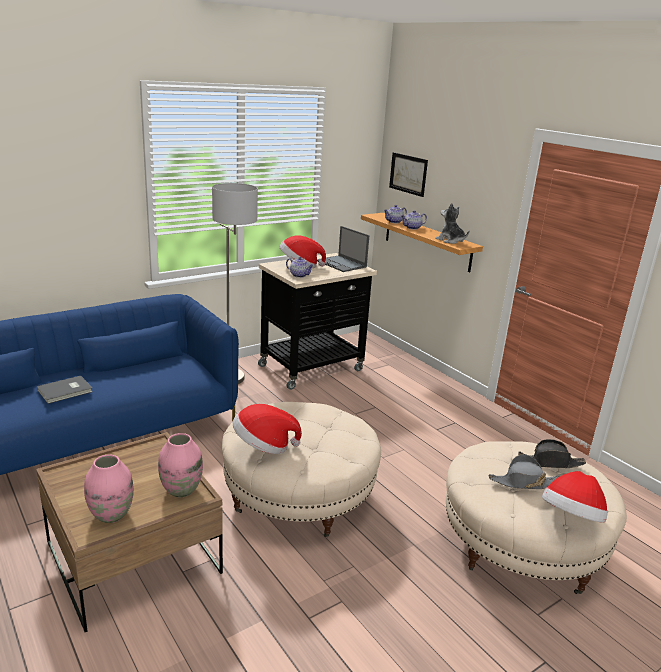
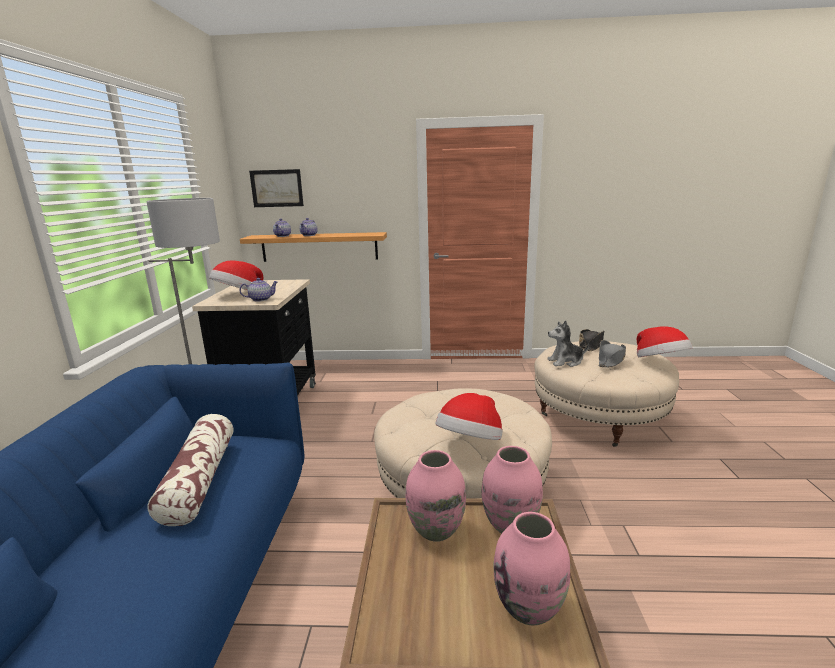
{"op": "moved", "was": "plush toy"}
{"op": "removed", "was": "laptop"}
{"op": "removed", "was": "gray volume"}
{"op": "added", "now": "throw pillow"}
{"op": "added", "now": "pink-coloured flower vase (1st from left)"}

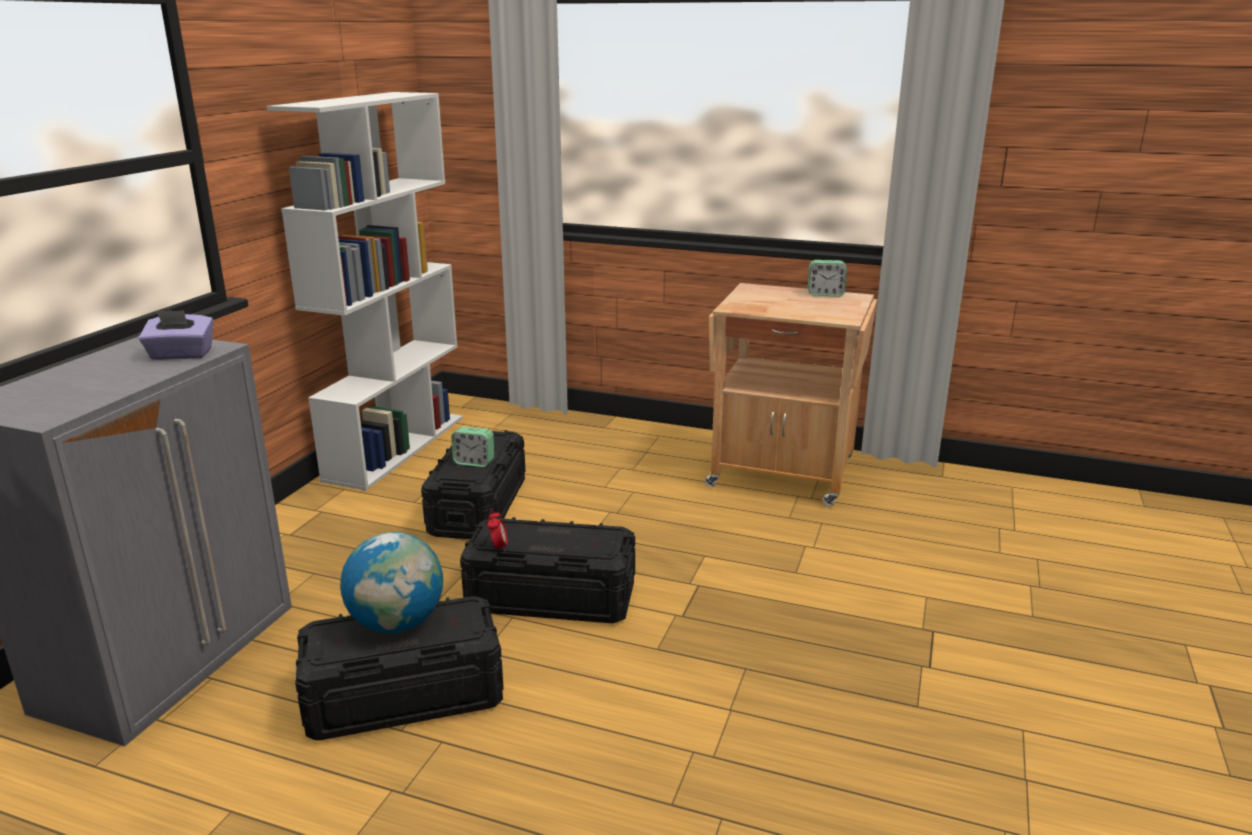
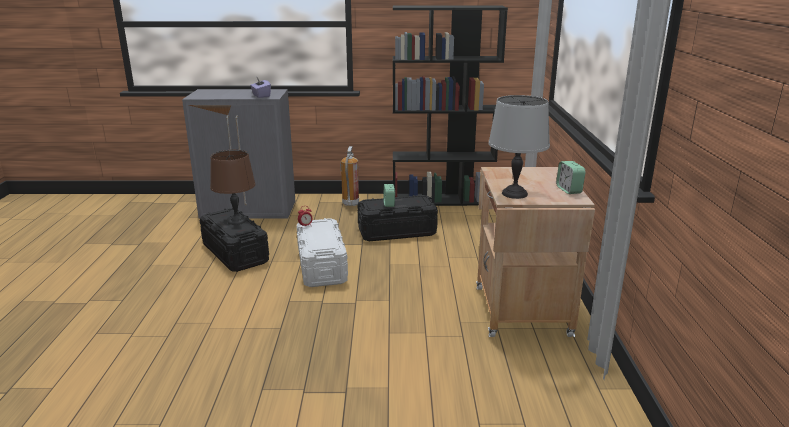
{"op": "recoloured", "was": "white bookcase", "now": "black bookcase"}
{"op": "recoloured", "was": "black storage bin (3rd from left)", "now": "white storage bin"}
{"op": "replaced", "was": "desk globe", "now": "brown-coloured table lamp"}
{"op": "added", "now": "gray table lamp"}
{"op": "added", "now": "fire extinguisher"}

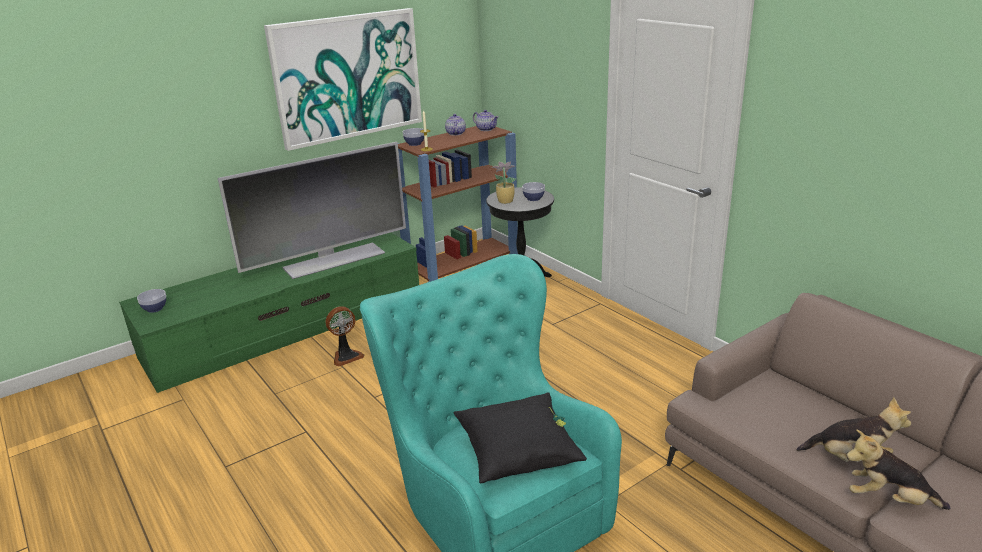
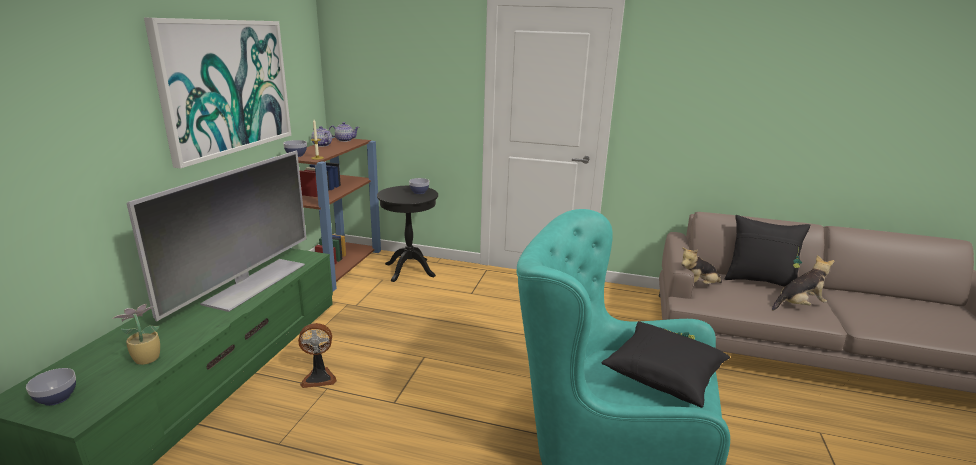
{"op": "moved", "was": "houseplant"}
{"op": "turned", "was": "electric fan", "clockwise": 60}
{"op": "moved", "was": "plush toy (2nd from left in the first image)", "now": "plush toy (1st from left)"}
{"op": "added", "now": "black throw pillow (2nd from left)"}

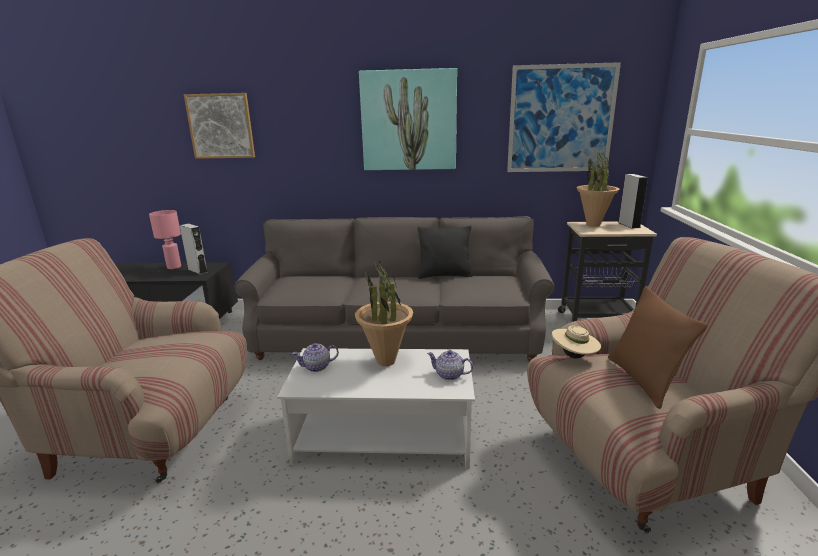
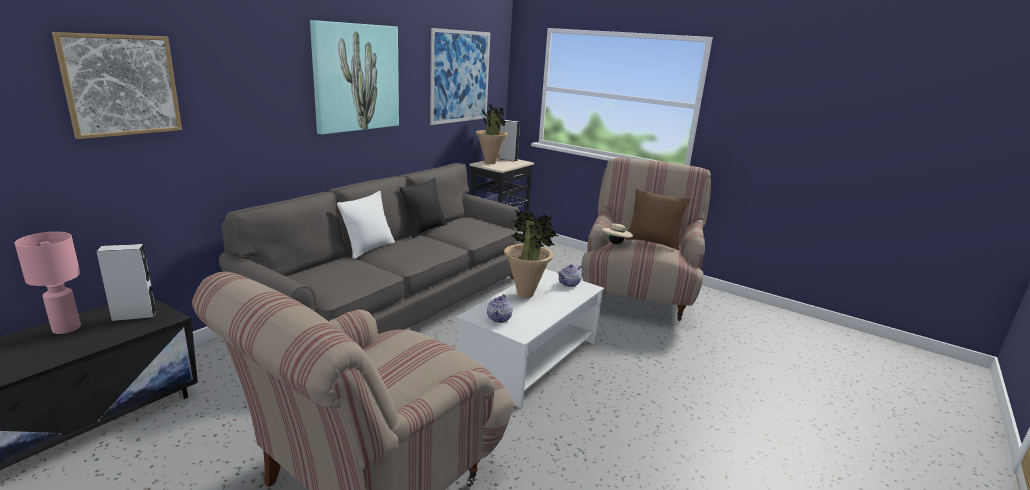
{"op": "added", "now": "white throw pillow"}

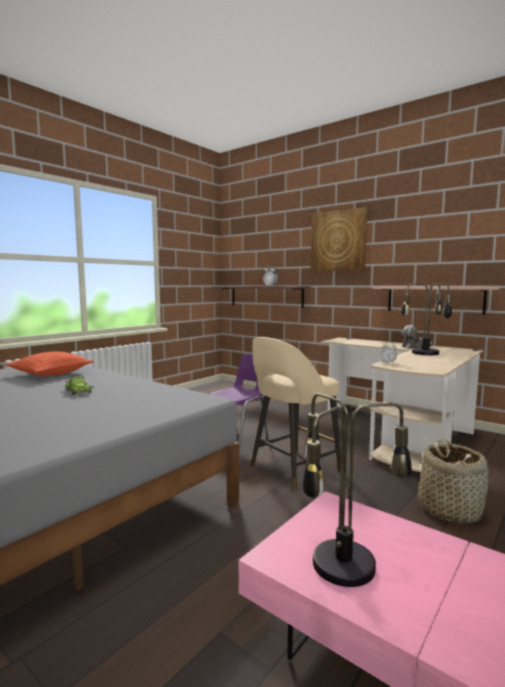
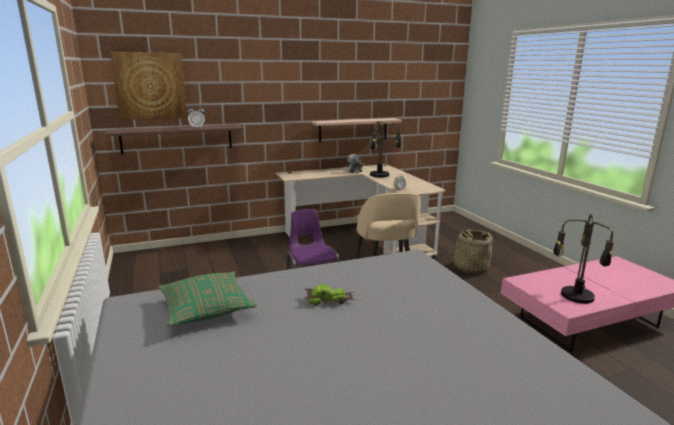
{"op": "moved", "was": "picture"}
{"op": "recoloured", "was": "orange throw pillow", "now": "green throw pillow"}

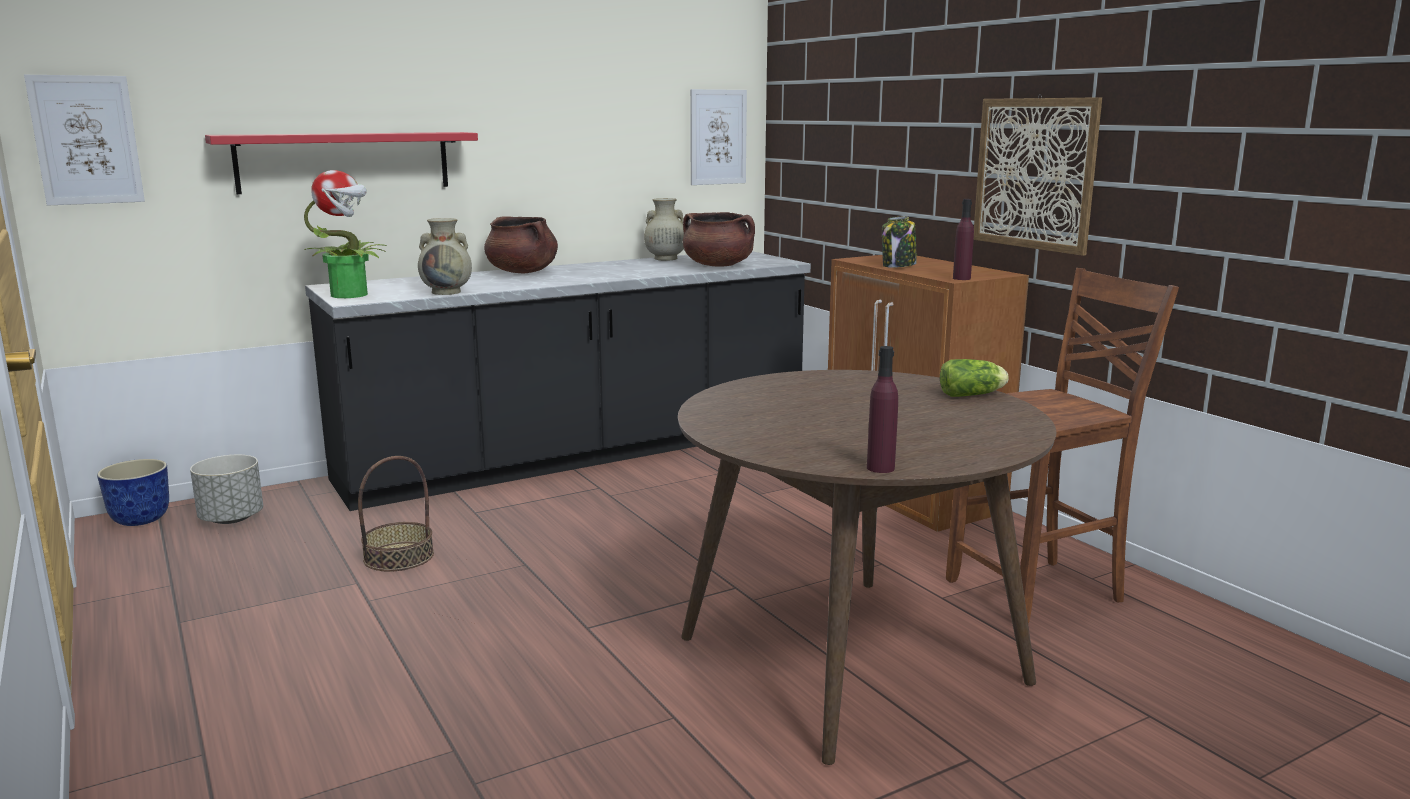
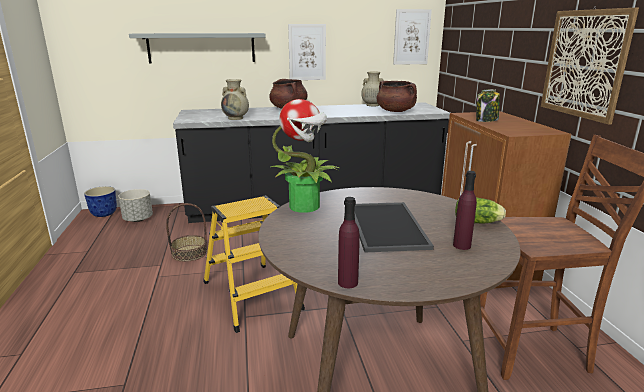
{"op": "moved", "was": "picture (1st from left)"}
{"op": "recoloured", "was": "red wall shelf", "now": "gray wall shelf"}
{"op": "moved", "was": "houseplant"}
{"op": "moved", "was": "purple-coloured beverage bottle (2nd from left)"}
{"op": "added", "now": "yellow-coloured stepladder"}
{"op": "added", "now": "tray"}

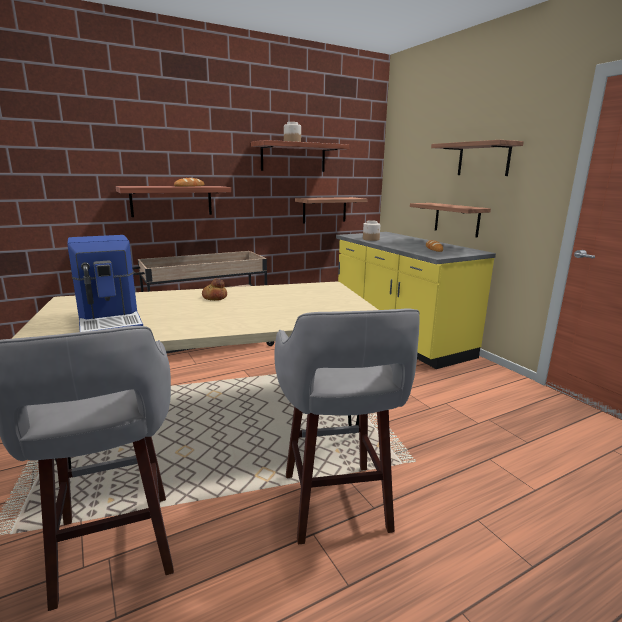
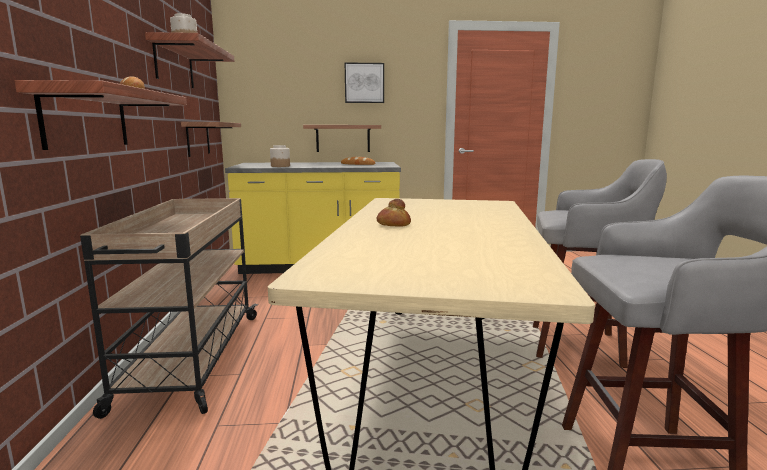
{"op": "replaced", "was": "wall shelf (5th from left)", "now": "picture"}
{"op": "removed", "was": "coffee maker"}

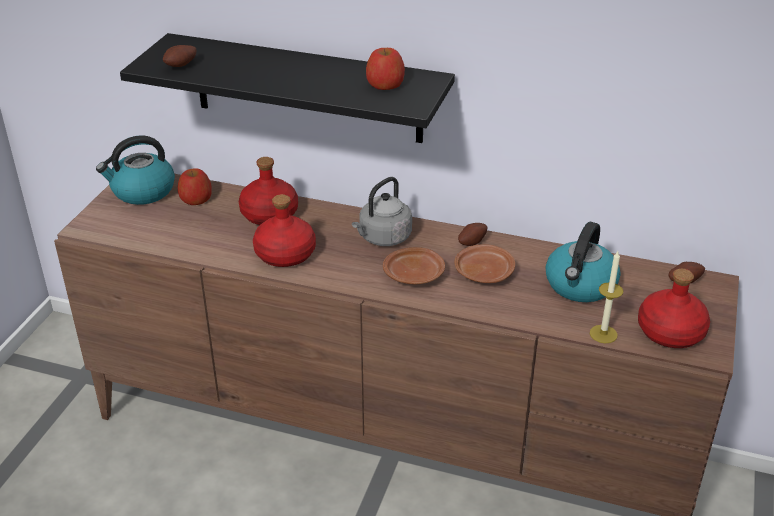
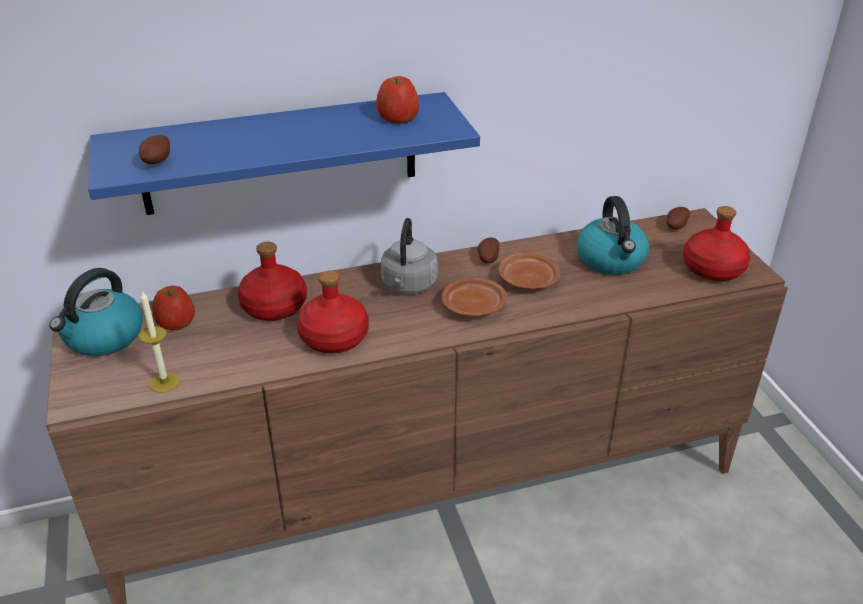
{"op": "recoloured", "was": "black wall shelf", "now": "bluish wall shelf"}
{"op": "moved", "was": "wax candle"}

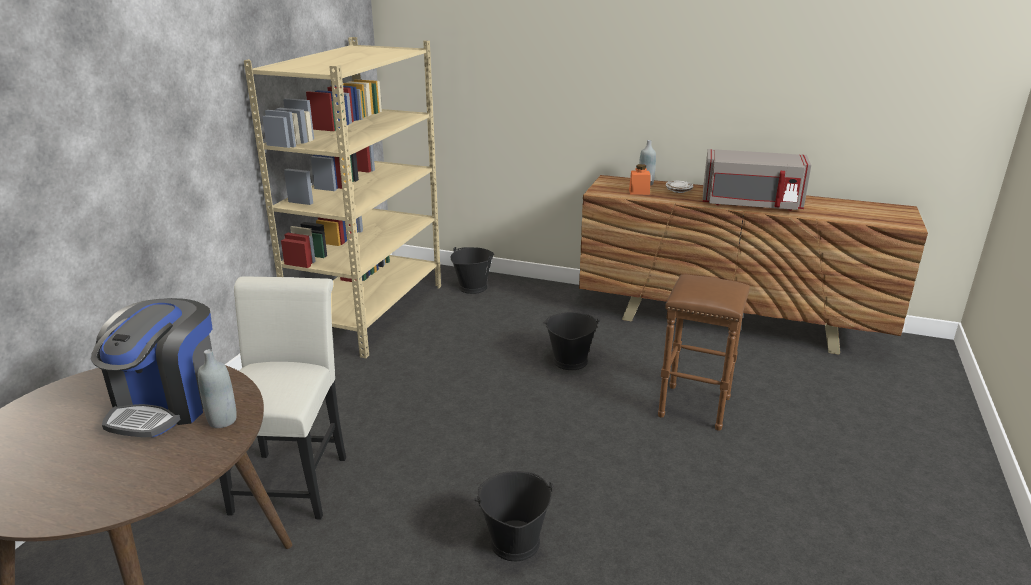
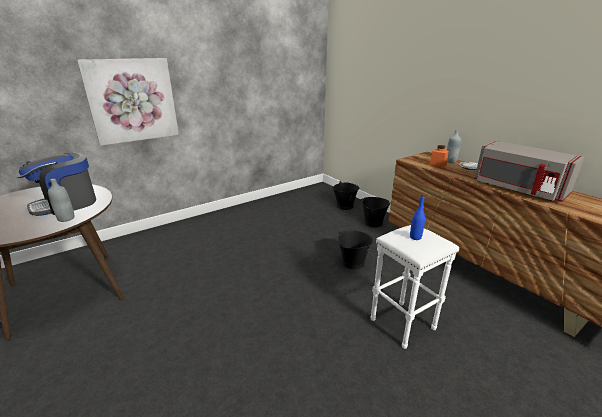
{"op": "removed", "was": "beige-coloured bookcase"}
{"op": "recoloured", "was": "brown-coloured sitting stool", "now": "white sitting stool"}
{"op": "removed", "was": "white chair"}
{"op": "moved", "was": "black pail (2nd from left in the first image)", "now": "black pail (3rd from left)"}
{"op": "added", "now": "picture"}
{"op": "added", "now": "bluish beverage bottle"}

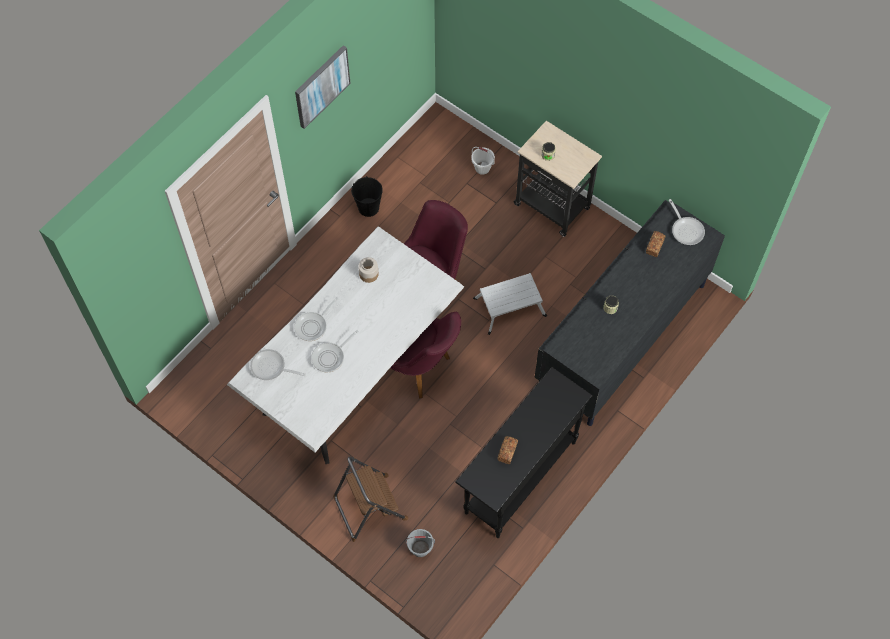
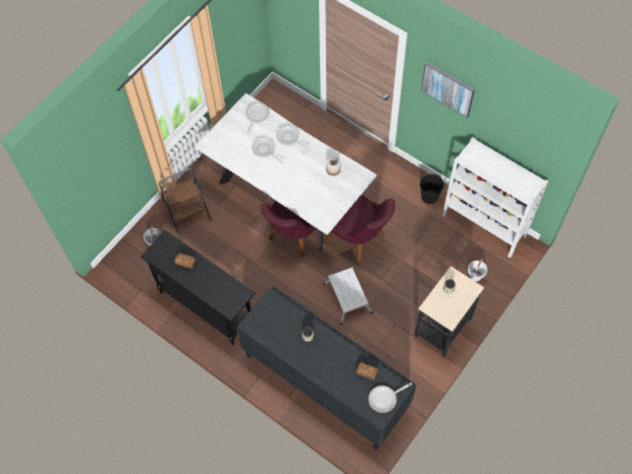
{"op": "added", "now": "white bookcase"}

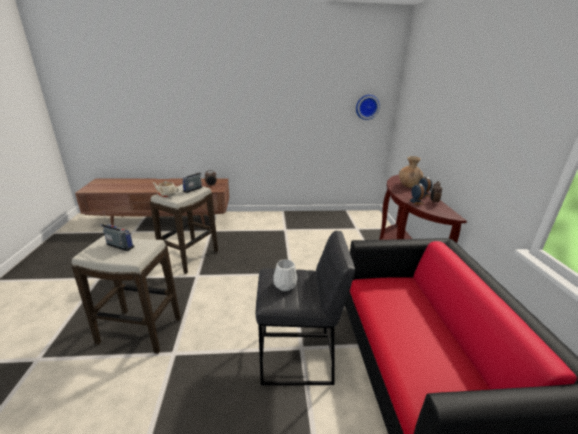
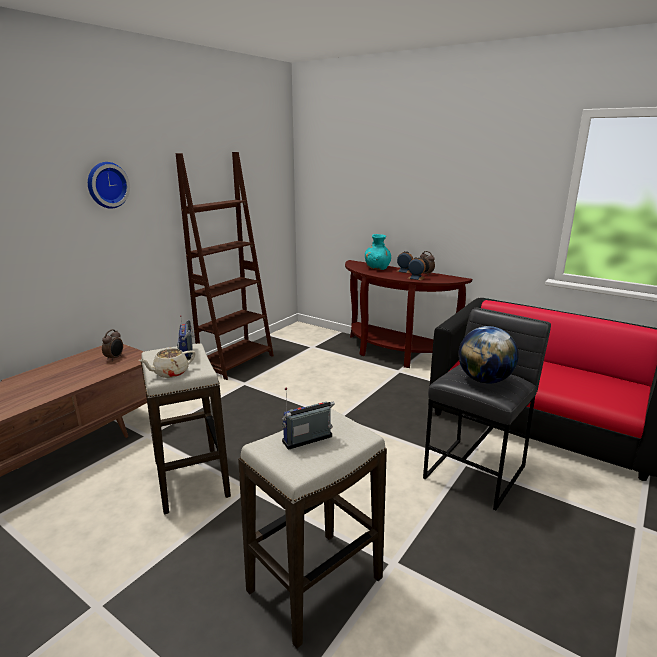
{"op": "moved", "was": "wall clock"}
{"op": "recoloured", "was": "brown-coloured flower vase", "now": "turquoise-coloured flower vase"}
{"op": "replaced", "was": "white flower vase", "now": "desk globe"}
{"op": "added", "now": "brown-coloured bookcase"}

